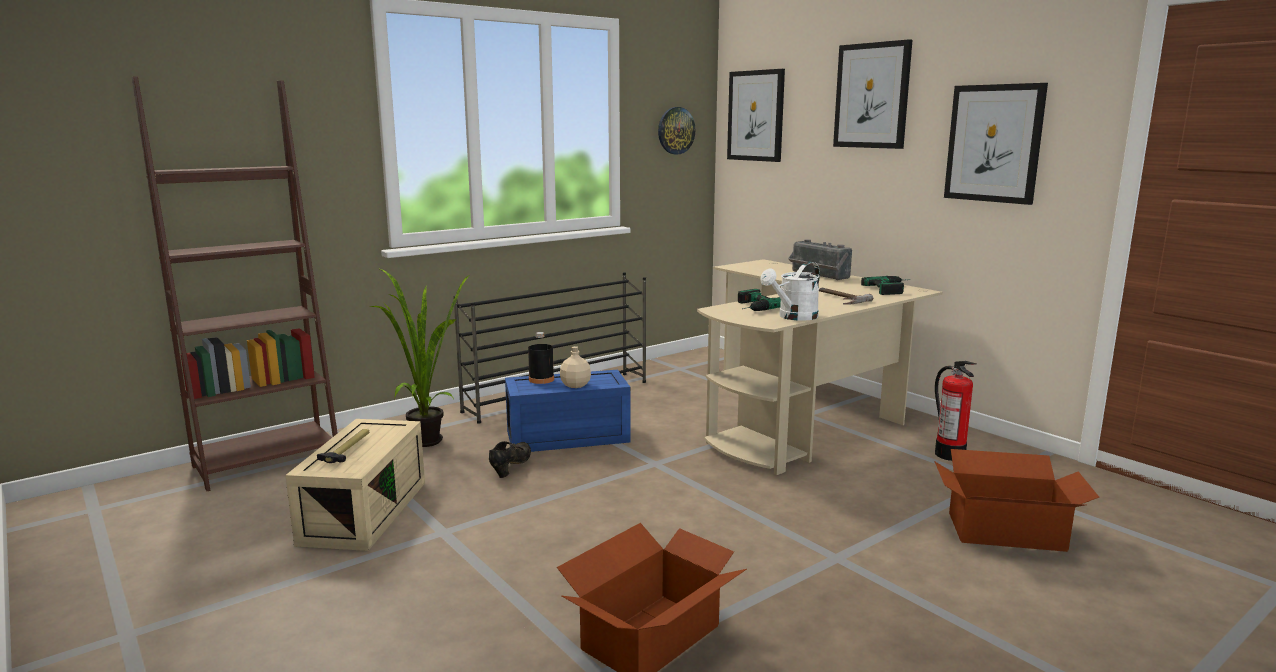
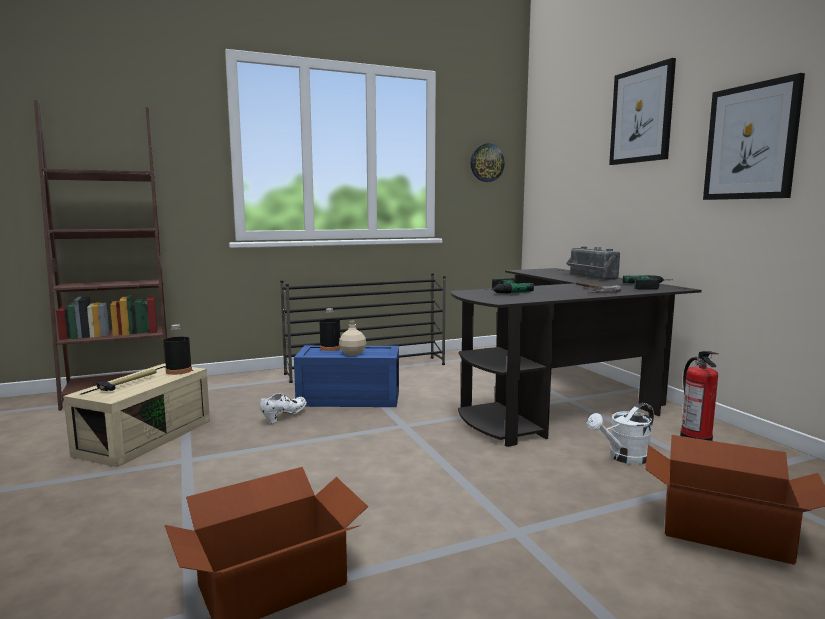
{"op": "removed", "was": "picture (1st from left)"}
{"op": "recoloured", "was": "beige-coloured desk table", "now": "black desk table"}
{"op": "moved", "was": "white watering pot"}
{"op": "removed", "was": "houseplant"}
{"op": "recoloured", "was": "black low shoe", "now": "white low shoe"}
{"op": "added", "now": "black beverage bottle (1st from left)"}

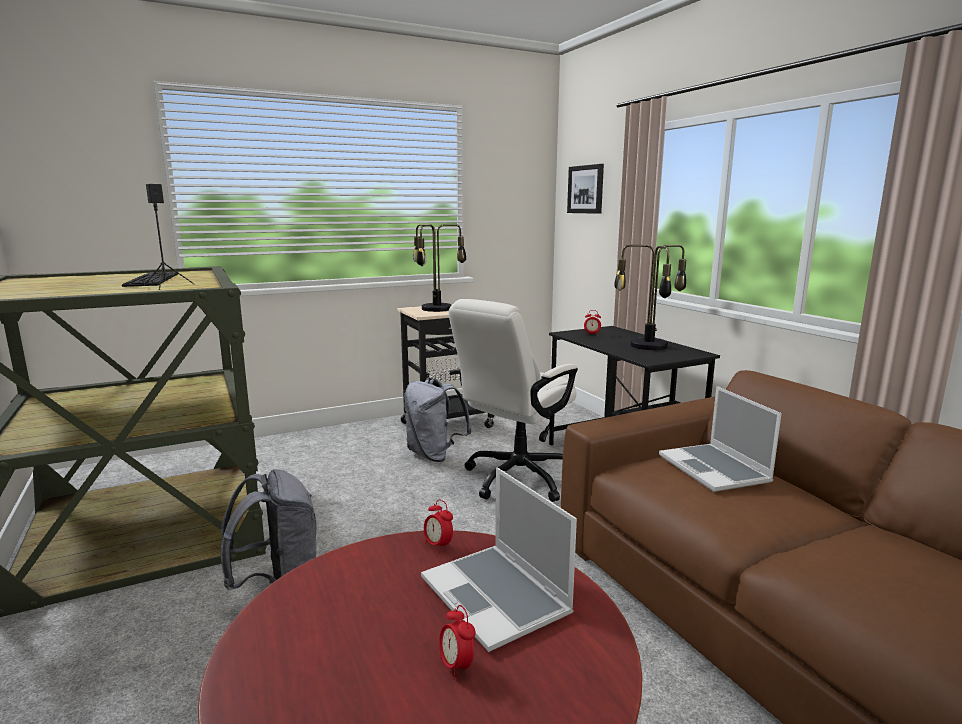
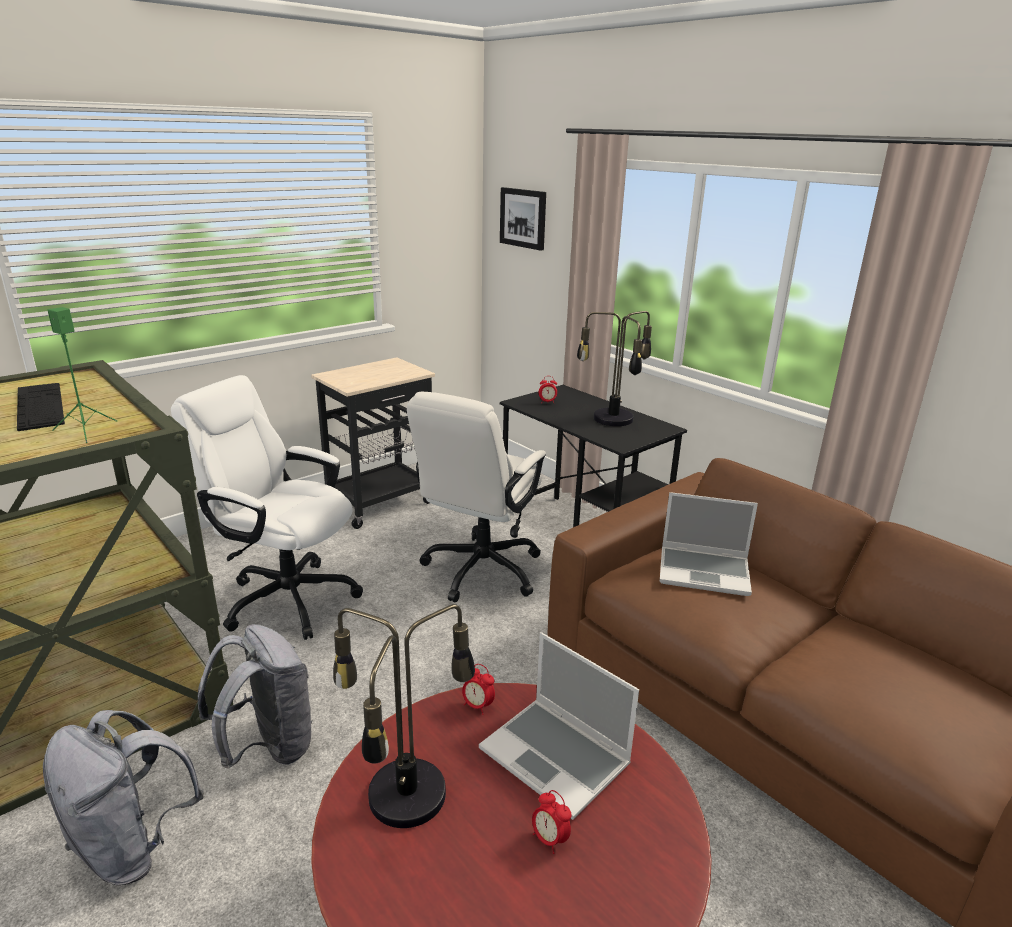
{"op": "recoloured", "was": "black speaker", "now": "green speaker"}
{"op": "moved", "was": "table lamp (1st from left)"}
{"op": "moved", "was": "gray knapsack (2nd from left in the first image)", "now": "gray knapsack (1st from left)"}
{"op": "turned", "was": "laptop (2nd from left)", "clockwise": -45}
{"op": "added", "now": "white computer chair (1st from left)"}

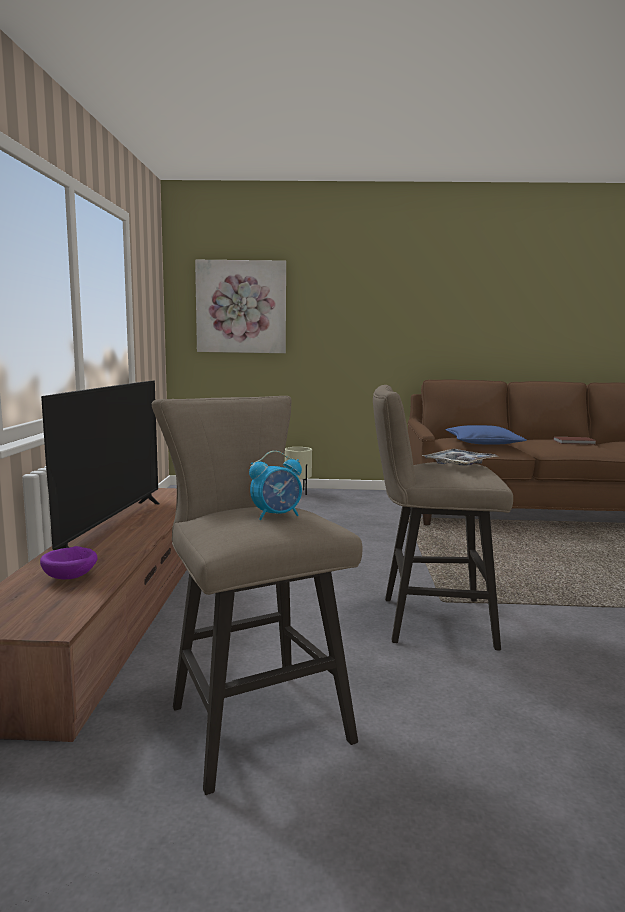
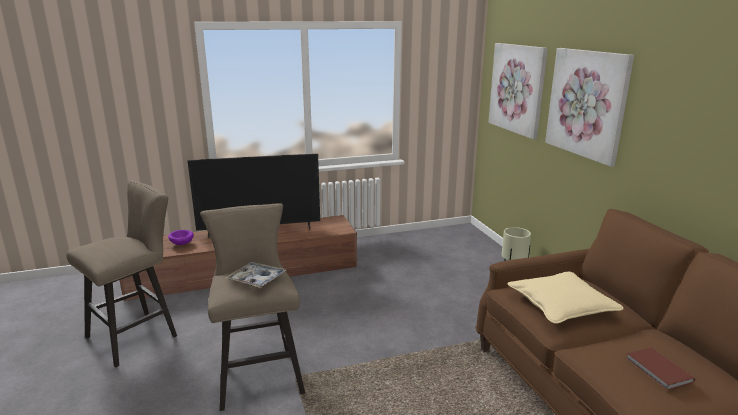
{"op": "recoloured", "was": "bluish throw pillow", "now": "beige-coloured throw pillow"}
{"op": "removed", "was": "bedside clock"}
{"op": "added", "now": "picture (2nd from left)"}

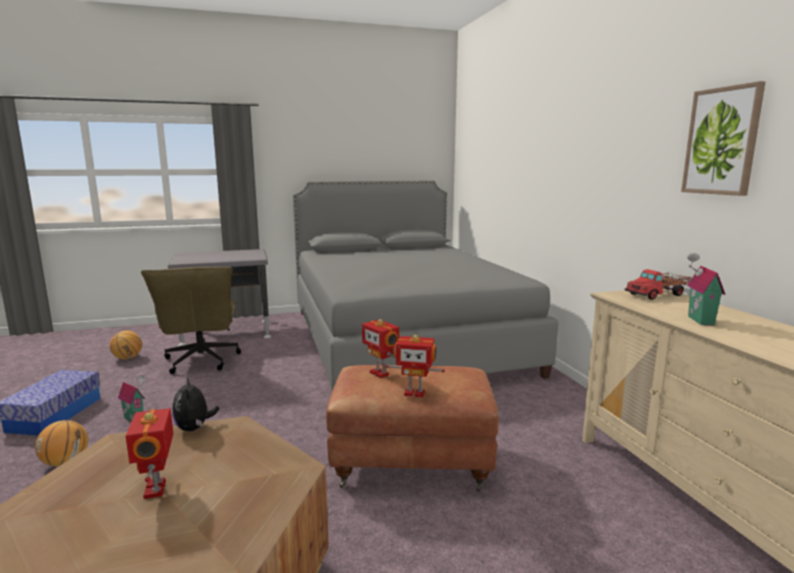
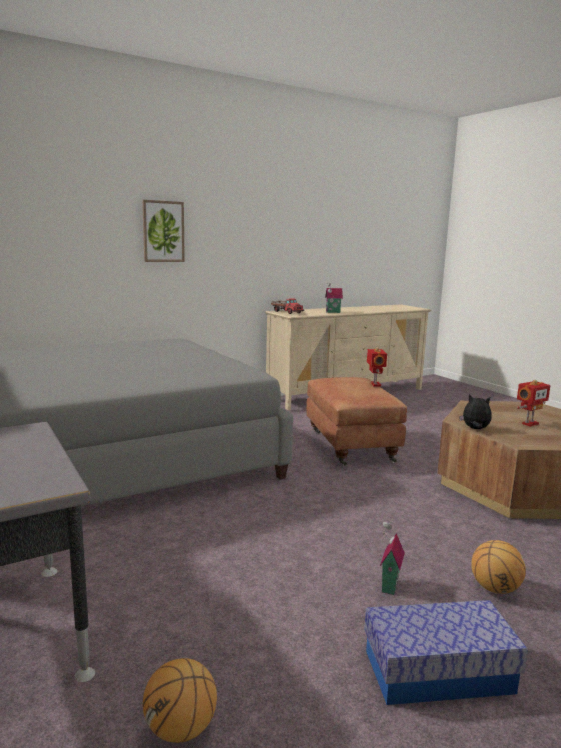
{"op": "moved", "was": "picture"}
{"op": "removed", "was": "beige-coloured computer chair"}
{"op": "removed", "was": "model robot (2nd from left)"}
{"op": "turned", "was": "plush toy", "clockwise": -120}

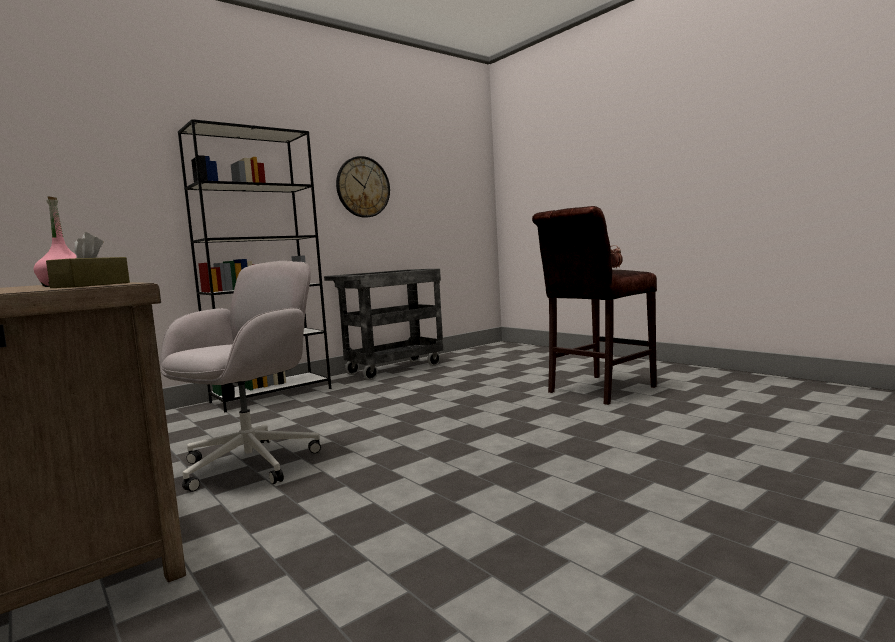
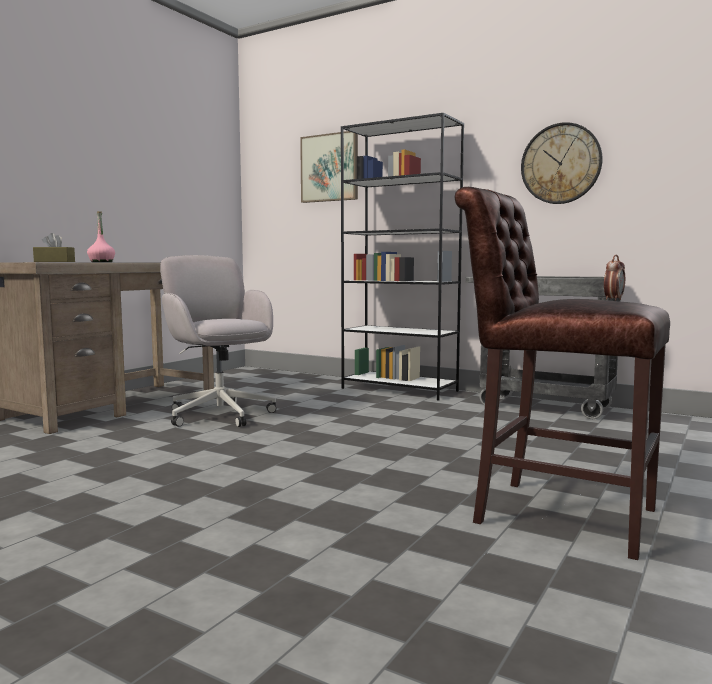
{"op": "turned", "was": "gray computer chair", "clockwise": -135}
{"op": "added", "now": "picture"}

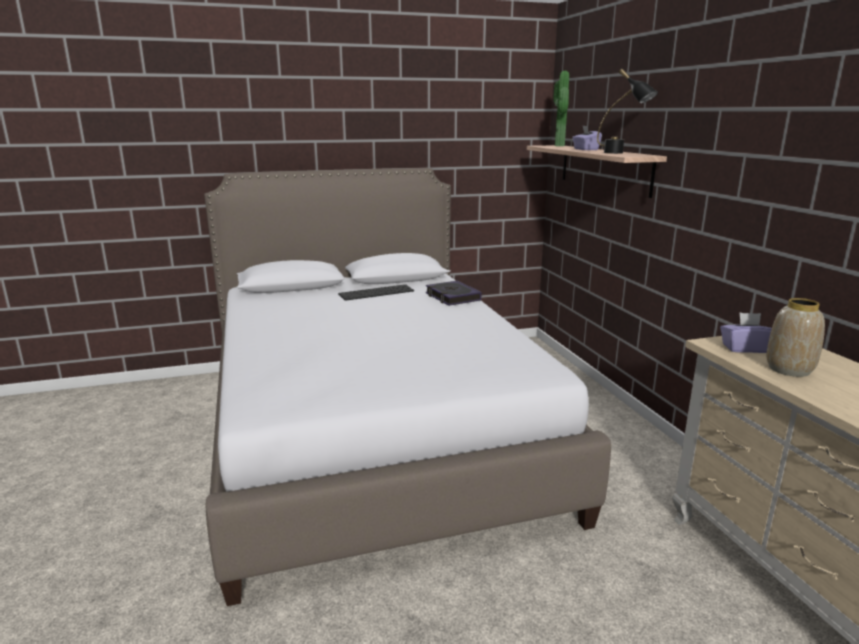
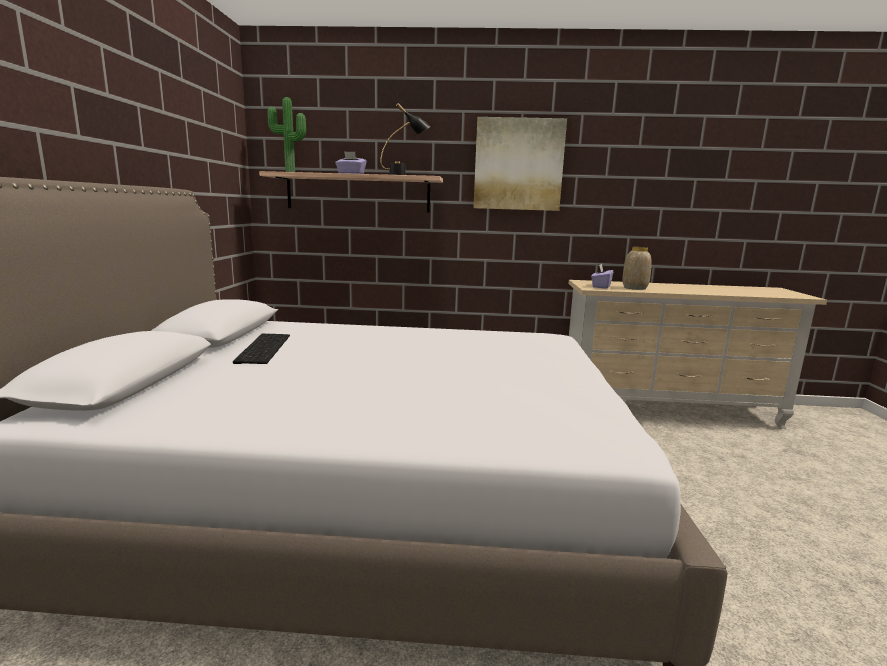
{"op": "removed", "was": "volume"}
{"op": "added", "now": "picture"}

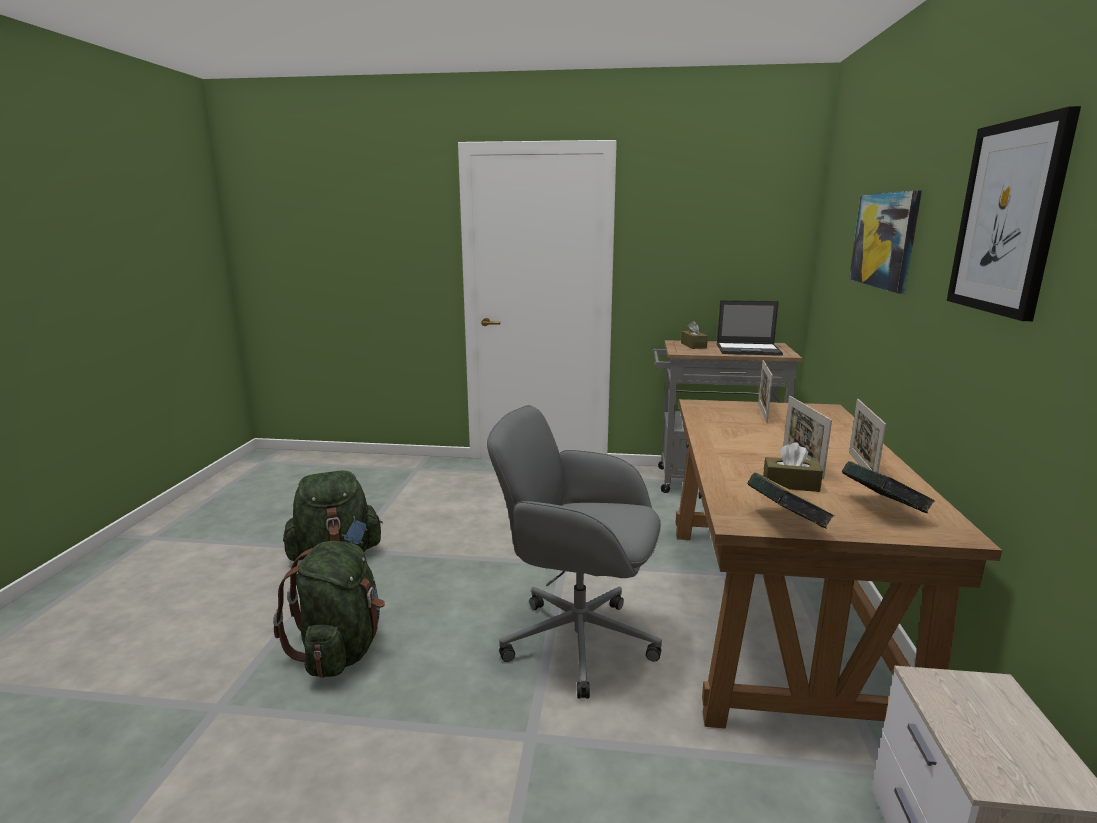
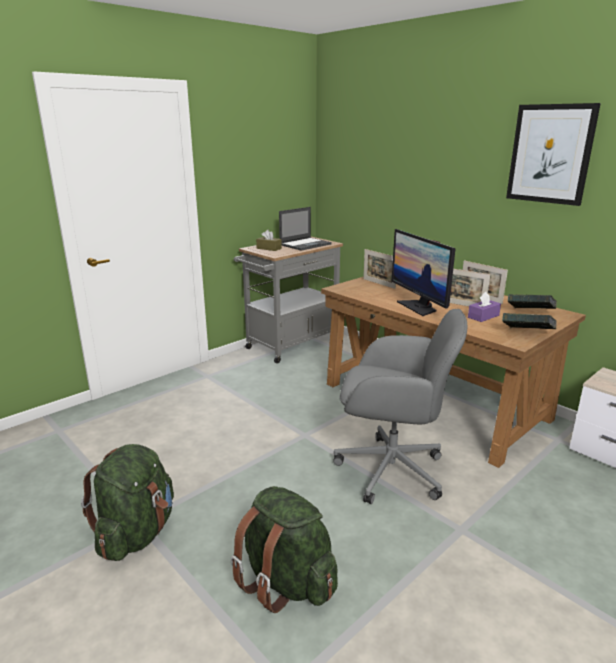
{"op": "removed", "was": "picture (1st from left)"}
{"op": "turned", "was": "gray computer chair", "clockwise": -135}
{"op": "recoloured", "was": "brown-coloured box of tissues (2nd from left)", "now": "purple-coloured box of tissues"}
{"op": "added", "now": "computer screen"}

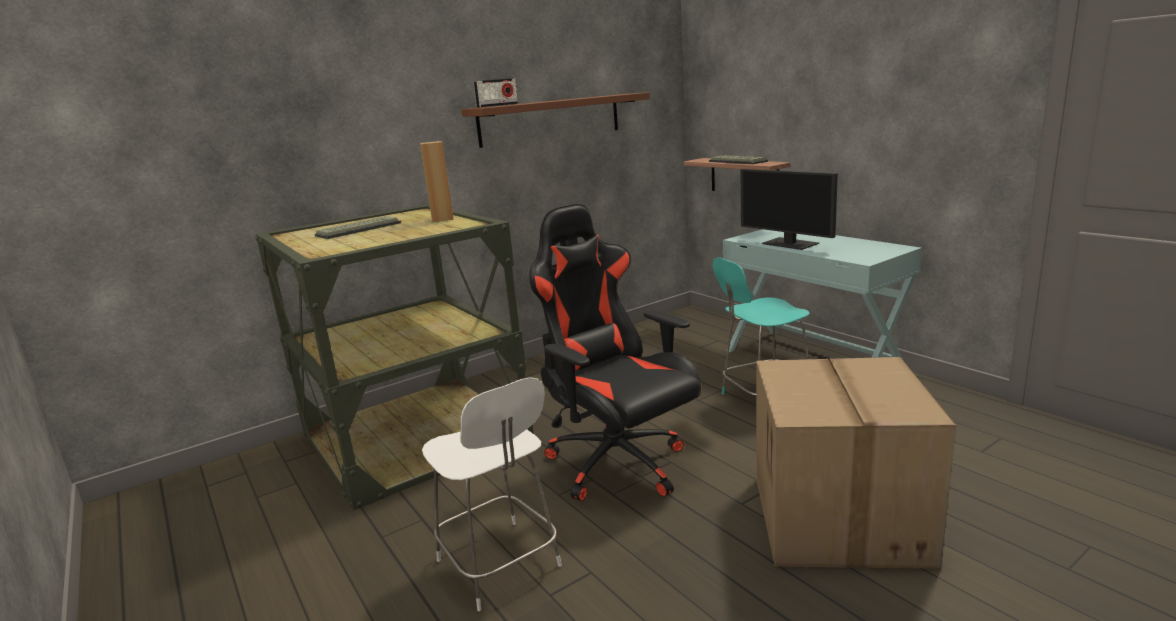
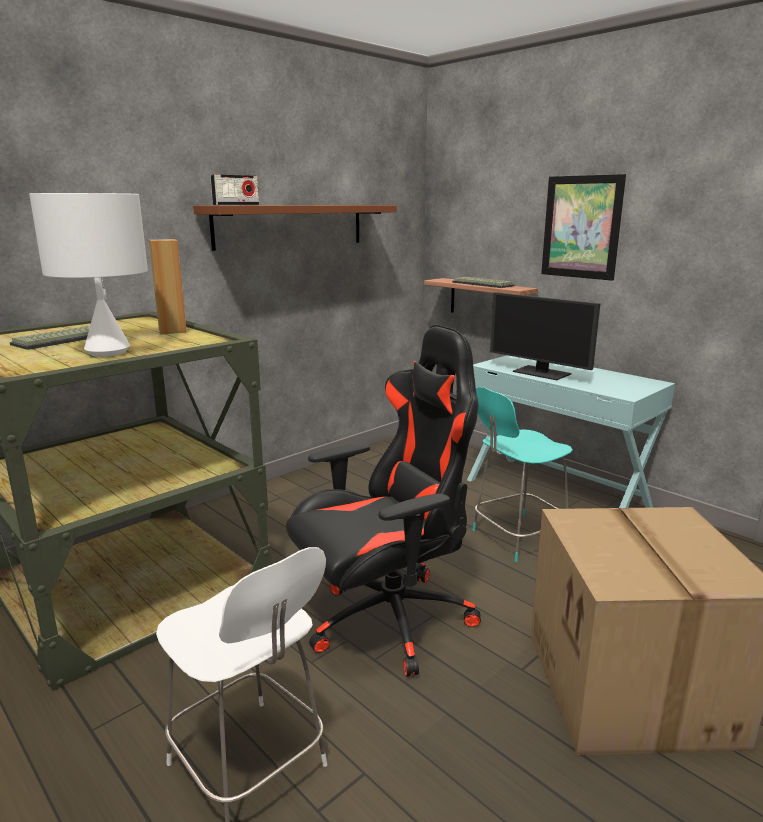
{"op": "turned", "was": "black computer chair", "clockwise": 105}
{"op": "added", "now": "picture"}
{"op": "added", "now": "white table lamp"}

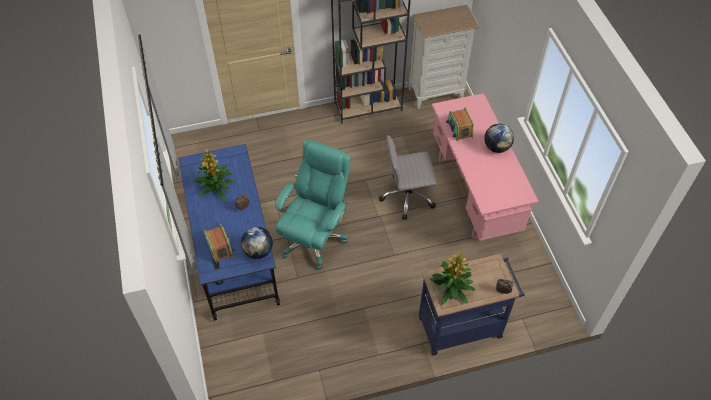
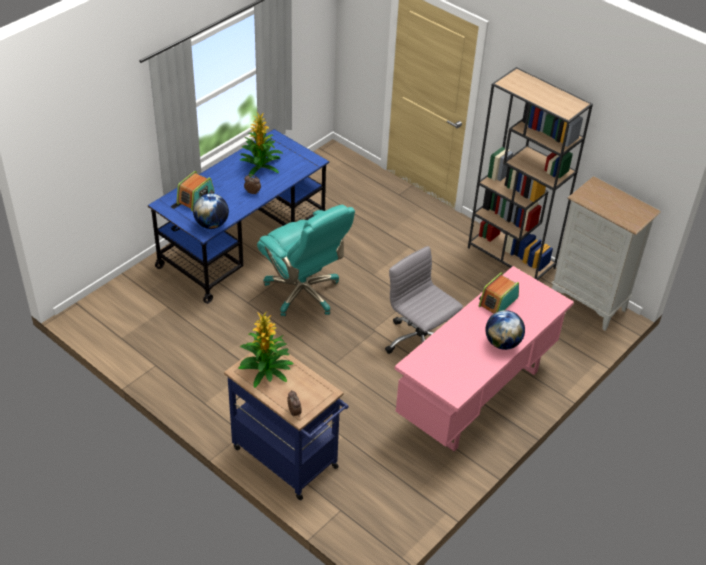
{"op": "turned", "was": "turquoise-coloured computer chair", "clockwise": 60}

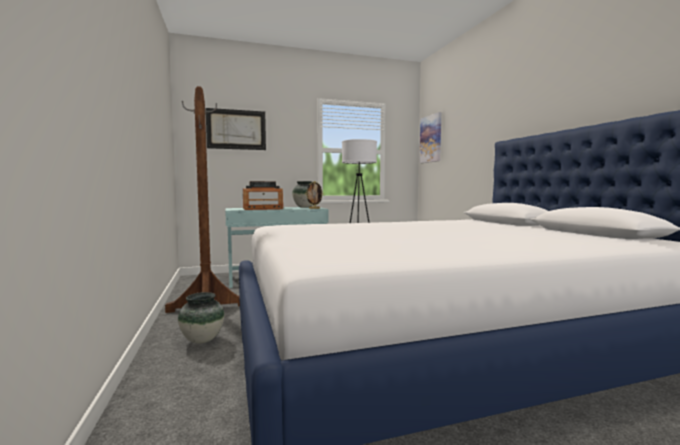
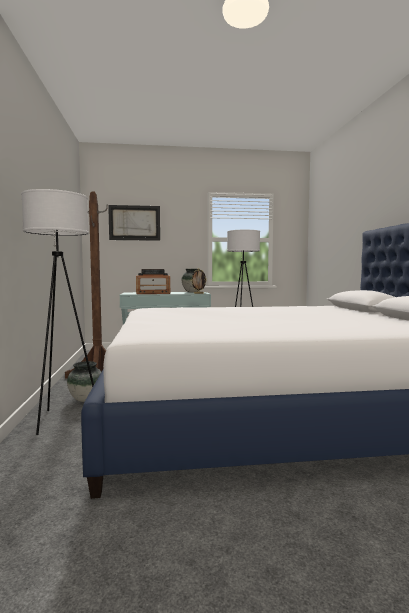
{"op": "removed", "was": "picture (2nd from left)"}
{"op": "added", "now": "white standard lamp (1st from left)"}

